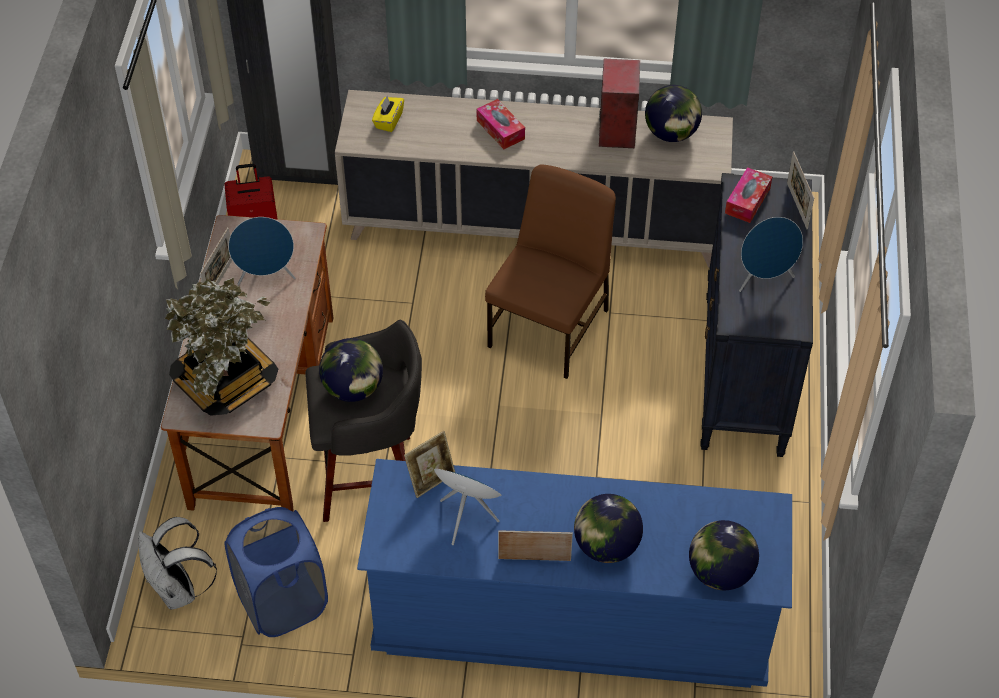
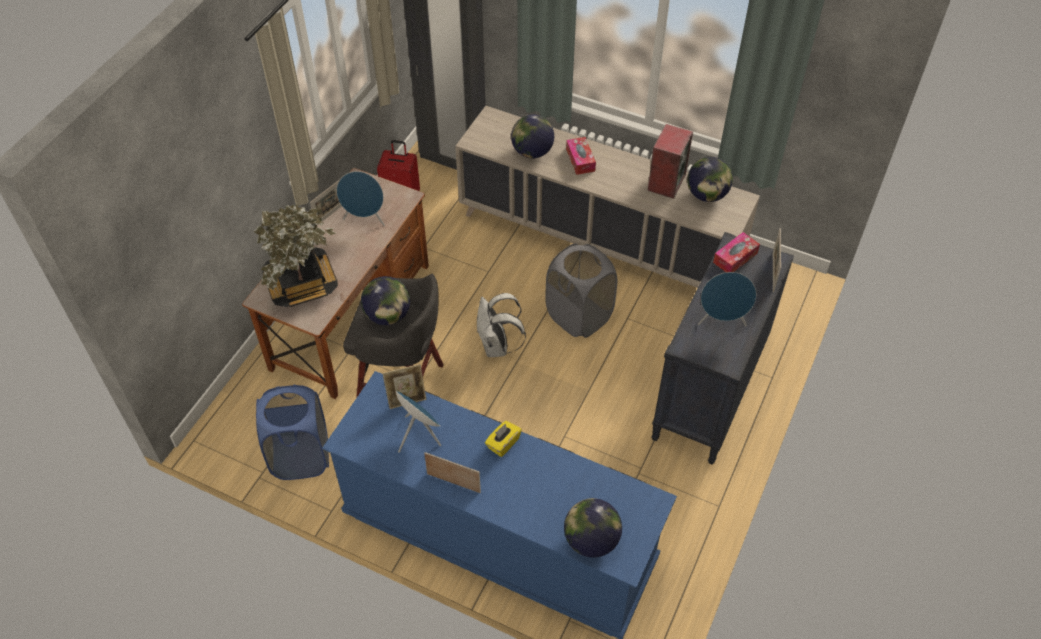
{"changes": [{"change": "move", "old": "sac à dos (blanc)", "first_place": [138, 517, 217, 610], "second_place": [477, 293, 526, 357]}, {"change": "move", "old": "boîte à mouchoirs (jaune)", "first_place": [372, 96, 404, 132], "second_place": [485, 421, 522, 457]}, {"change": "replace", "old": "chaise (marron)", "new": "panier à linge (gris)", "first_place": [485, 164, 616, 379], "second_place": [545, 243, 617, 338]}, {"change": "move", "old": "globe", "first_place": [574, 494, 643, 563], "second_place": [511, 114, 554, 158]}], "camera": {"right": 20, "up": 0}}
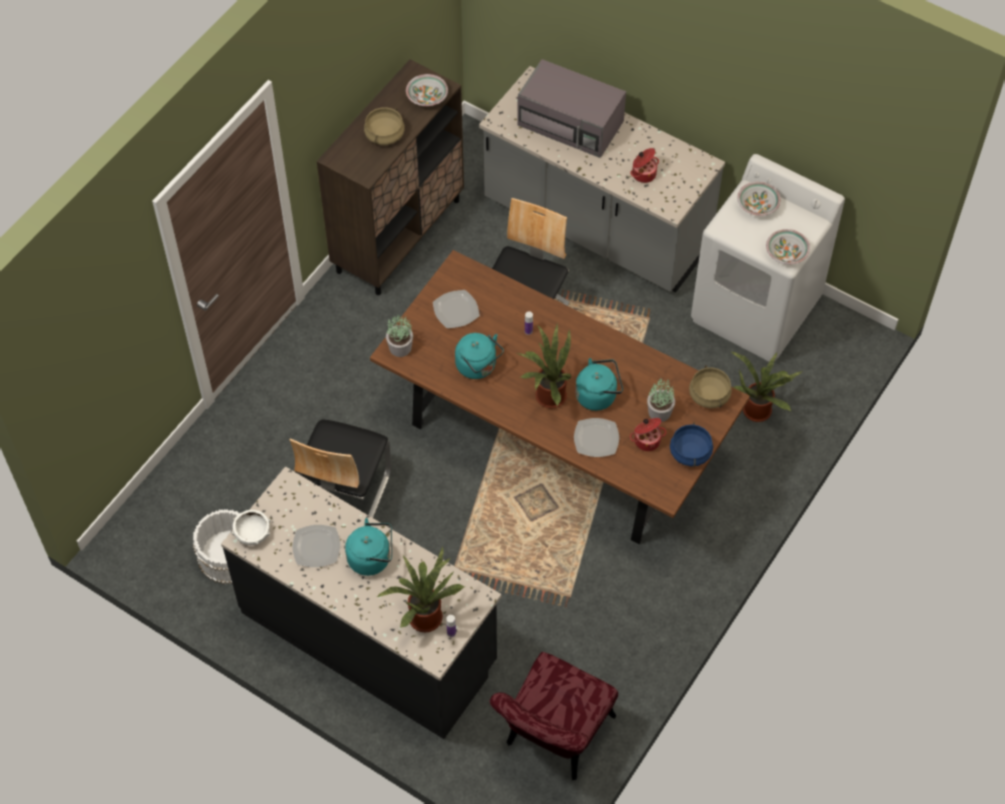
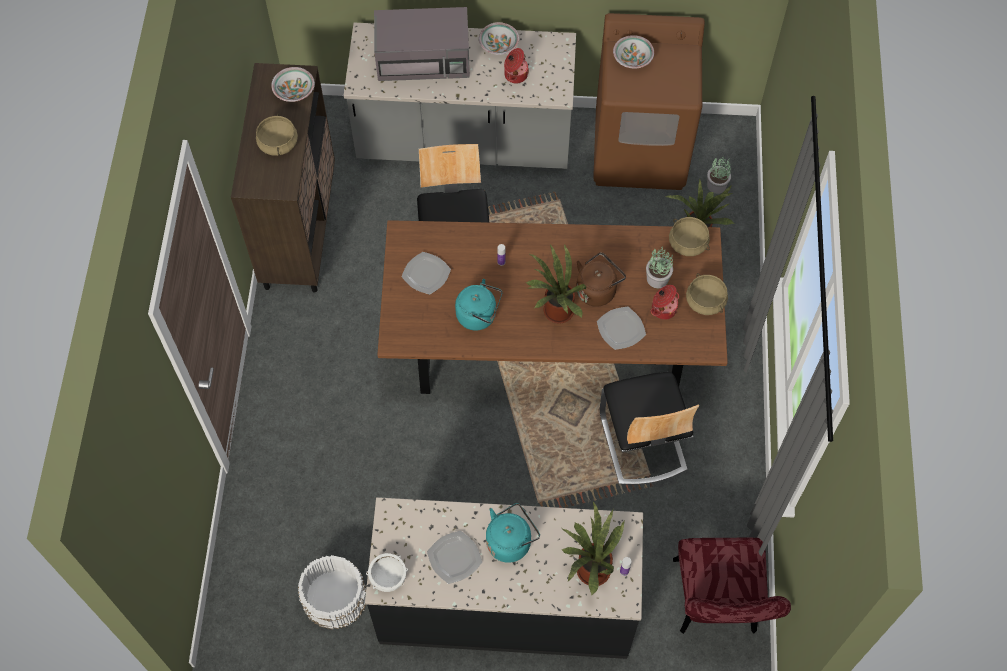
{"changes": [{"change": "move", "old": "chaise", "first_place": [289, 419, 391, 518], "second_place": [600, 372, 699, 485]}, {"change": "move", "old": "plante en pot", "first_place": [386, 314, 413, 357], "second_place": [707, 157, 731, 194]}, {"change": "recolor", "old": "bouilloire (turquoise)", "new": "bouilloire (marron)", "first_place": [575, 358, 623, 411], "second_place": [576, 252, 626, 307]}, {"change": "recolor", "old": "marmite (bleu)", "new": "marmite (beige)", "first_place": [670, 422, 713, 467], "second_place": [686, 273, 728, 315]}, {"change": "recolor", "old": "lave-linge (blanc)", "new": "lave-linge (marron)", "first_place": [691, 154, 845, 362], "second_place": [593, 13, 705, 190]}, {"change": "move", "old": "bol", "first_place": [766, 229, 810, 265], "second_place": [479, 22, 519, 55]}], "camera": {"right": -30, "up": 5}}
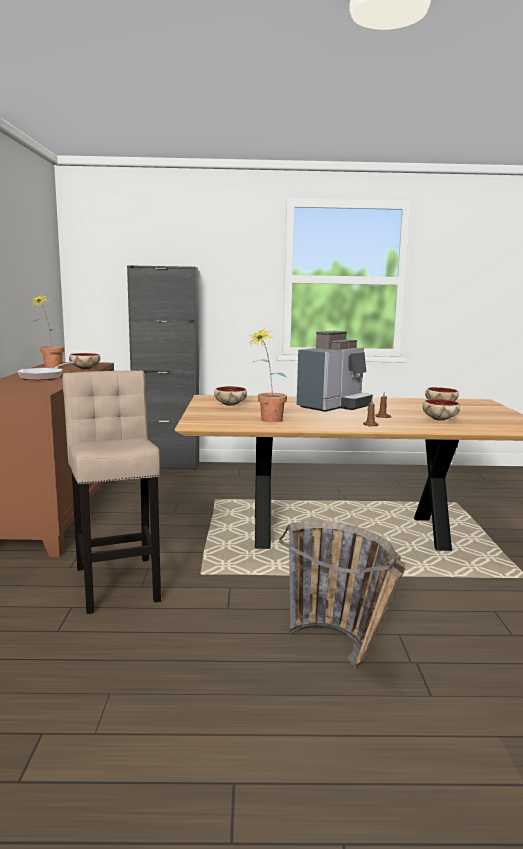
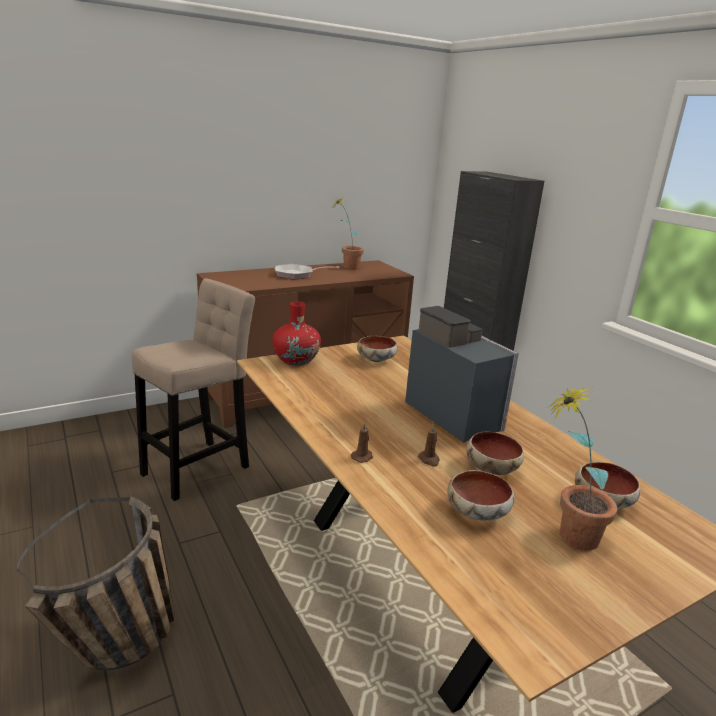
{"changes": [{"change": "move", "old": "bol", "first_place": [69, 353, 100, 369], "second_place": [466, 432, 524, 475]}, {"change": "move", "old": "plante en pot", "first_place": [250, 329, 287, 422], "second_place": [546, 386, 617, 551]}, {"change": "rotate", "old": "machine à café", "first_place": [297, 331, 373, 412], "second_place": [405, 306, 519, 443], "degrees": -135}, {"change": "insert", "new": "vase (rouge)", "second_place": [273, 302, 321, 366]}], "camera": {"right": 60, "up": 10}}
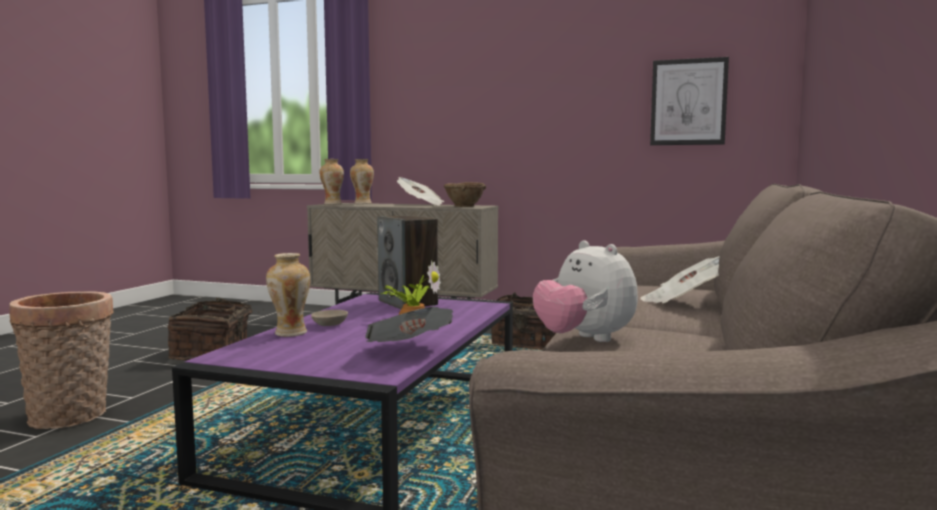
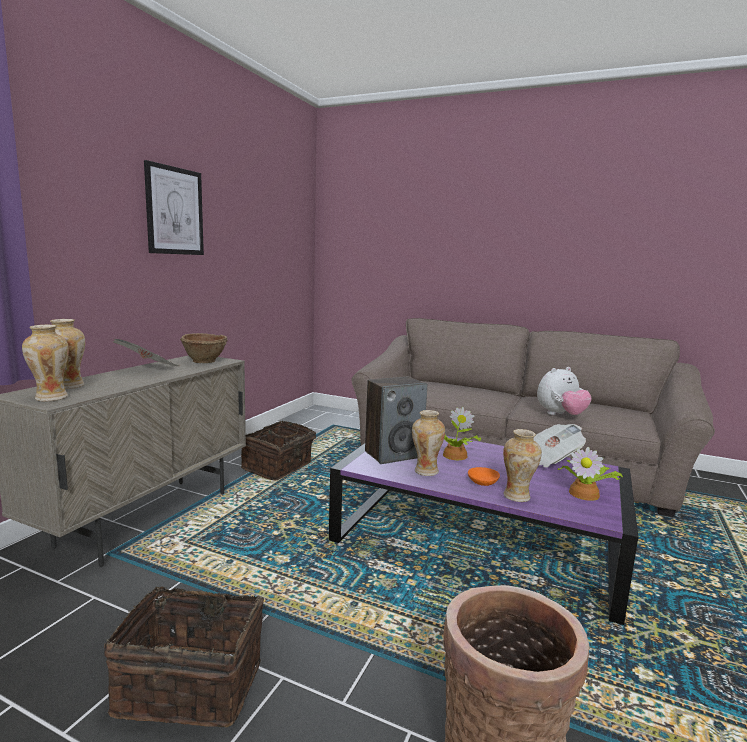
{"changes": [{"change": "recolor", "old": "bol (beige)", "new": "bol (orange)", "first_place": [311, 310, 348, 326], "second_place": [468, 467, 500, 486]}, {"change": "delete", "old": "journal", "first_place": [640, 256, 720, 303]}, {"change": "move", "old": "tableau", "first_place": [650, 57, 729, 145], "second_place": [144, 160, 204, 255]}, {"change": "insert", "new": "vase", "second_place": [412, 410, 445, 476]}, {"change": "insert", "new": "plante en pot", "second_place": [558, 447, 623, 501]}], "camera": {"right": -85, "up": 5}}
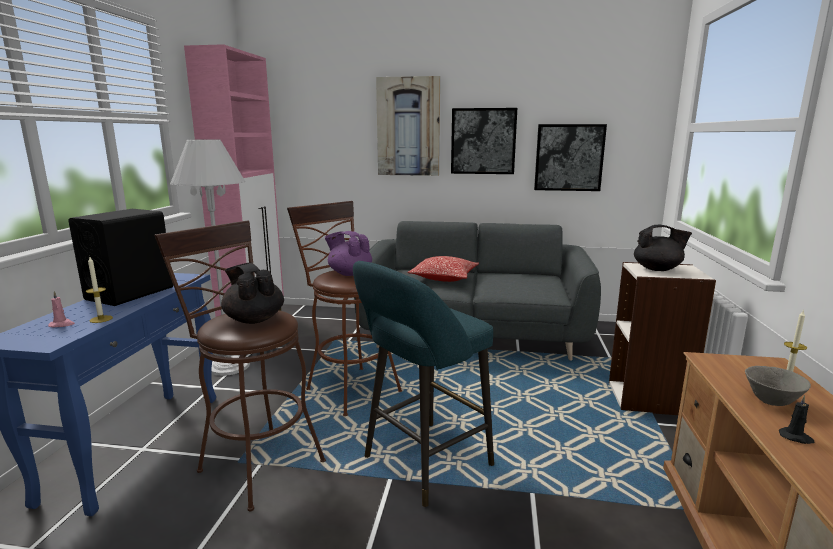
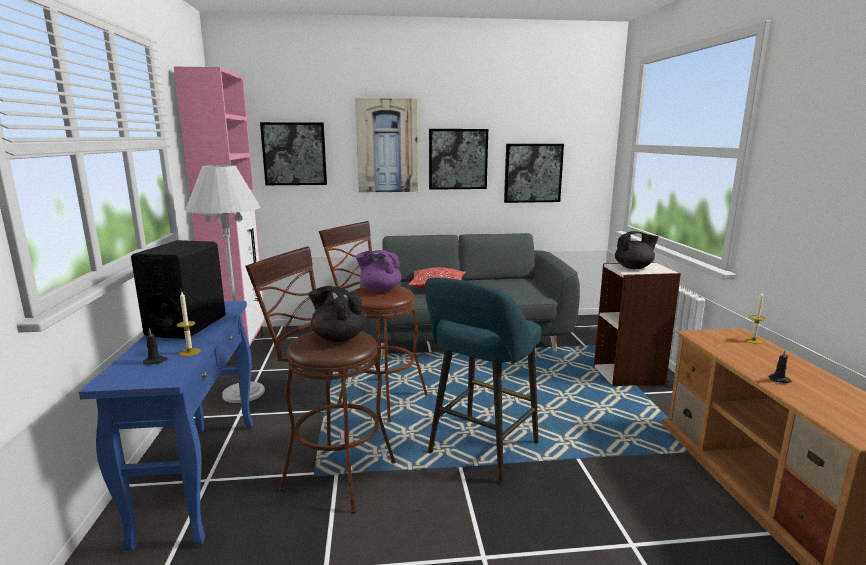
{"changes": [{"change": "recolor", "old": "bougie (rose)", "new": "bougie (noir)", "first_place": [48, 291, 75, 327], "second_place": [143, 328, 168, 365]}, {"change": "delete", "old": "bol (gris)", "first_place": [745, 366, 811, 406]}, {"change": "insert", "new": "tableau", "second_place": [260, 122, 327, 185]}], "camera": {"right": -15, "up": 0}}
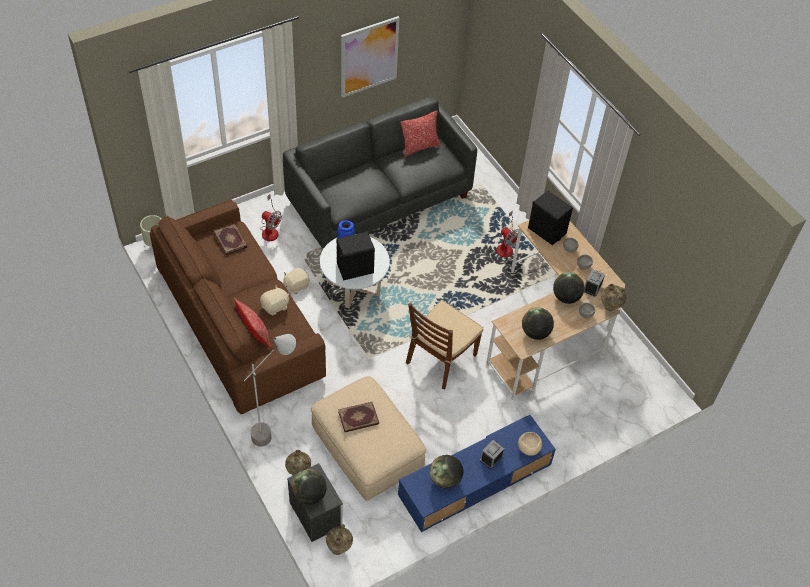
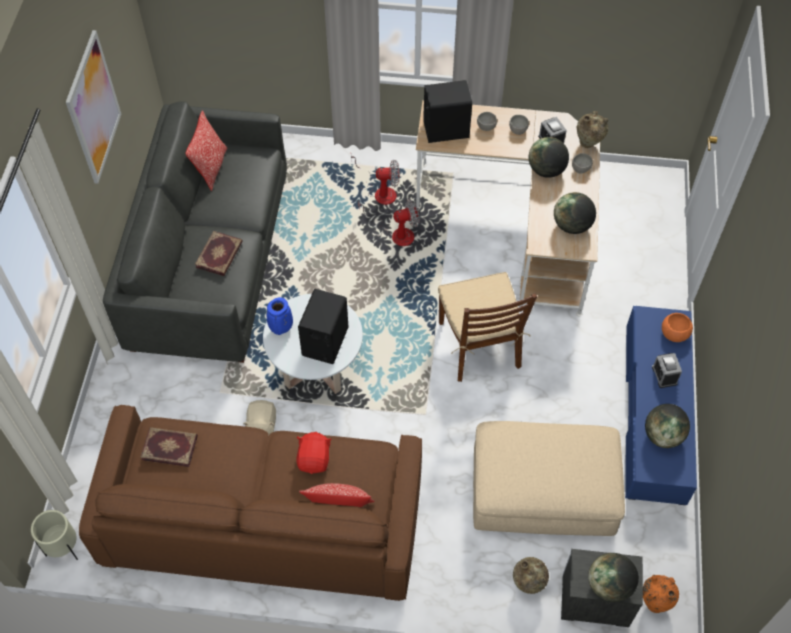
{"changes": [{"change": "delete", "old": "lampadaire (gris)", "first_place": [244, 334, 296, 447]}, {"change": "move", "old": "ventilateur", "first_place": [260, 194, 282, 241], "second_place": [358, 199, 420, 246]}, {"change": "recolor", "old": "peluche (beige)", "new": "peluche (rouge)", "first_place": [260, 286, 289, 315], "second_place": [297, 432, 331, 474]}, {"change": "recolor", "old": "vase (beige)", "new": "vase (orange)", "first_place": [326, 524, 353, 555], "second_place": [643, 575, 679, 613]}, {"change": "move", "old": "livre", "first_place": [338, 402, 379, 432], "second_place": [195, 231, 243, 276]}, {"change": "recolor", "old": "bol (beige)", "new": "bol (orange)", "first_place": [518, 432, 542, 456], "second_place": [662, 313, 693, 342]}], "camera": {"right": -50, "up": 5}}
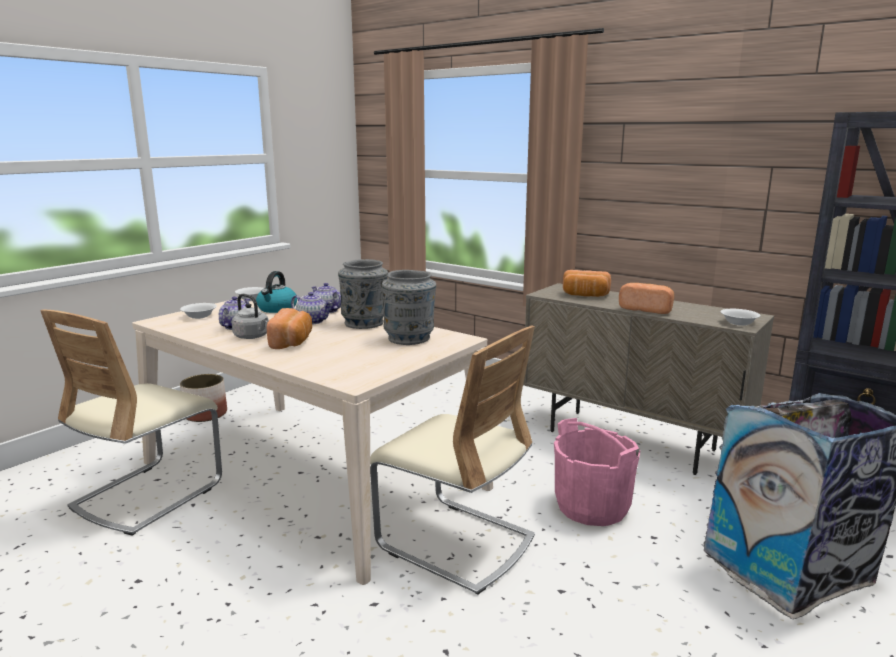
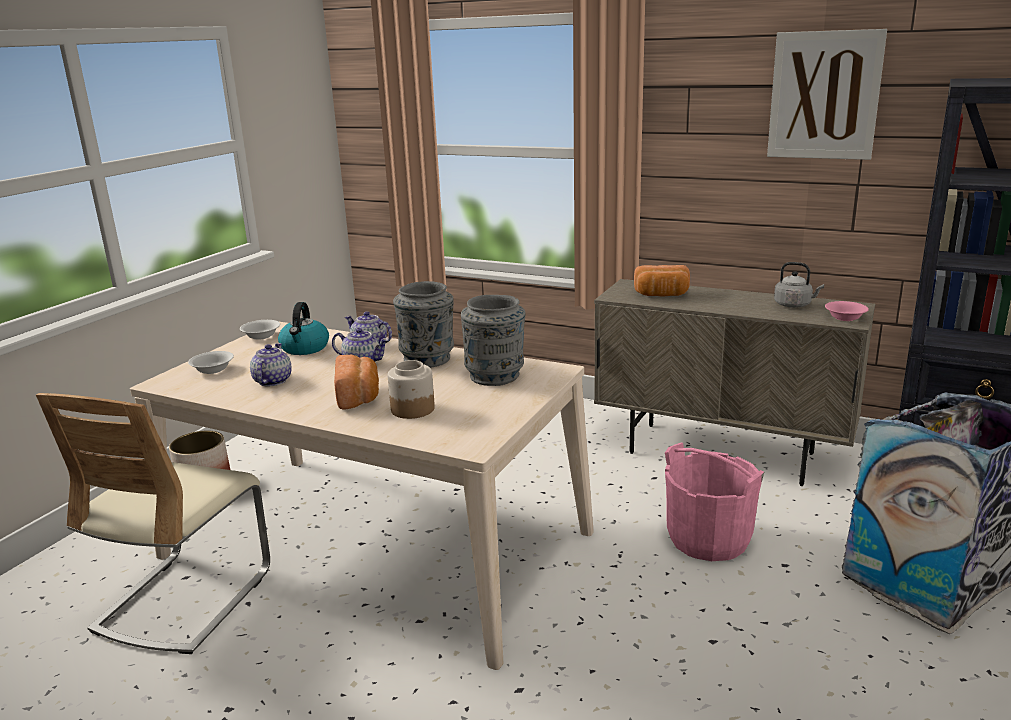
{"changes": [{"change": "move", "old": "bouilloire (gris)", "first_place": [232, 294, 269, 339], "second_place": [774, 262, 824, 308]}, {"change": "delete", "old": "chaise (beige)", "first_place": [370, 326, 535, 595]}, {"change": "delete", "old": "pain", "first_place": [619, 283, 674, 314]}, {"change": "recolor", "old": "bol (blanc)", "new": "bol (rose)", "first_place": [720, 309, 760, 326], "second_place": [825, 301, 869, 321]}, {"change": "insert", "new": "bocal", "second_place": [388, 360, 435, 419]}, {"change": "insert", "new": "tableau", "second_place": [767, 29, 887, 160]}], "camera": {"right": -10, "up": 5}}
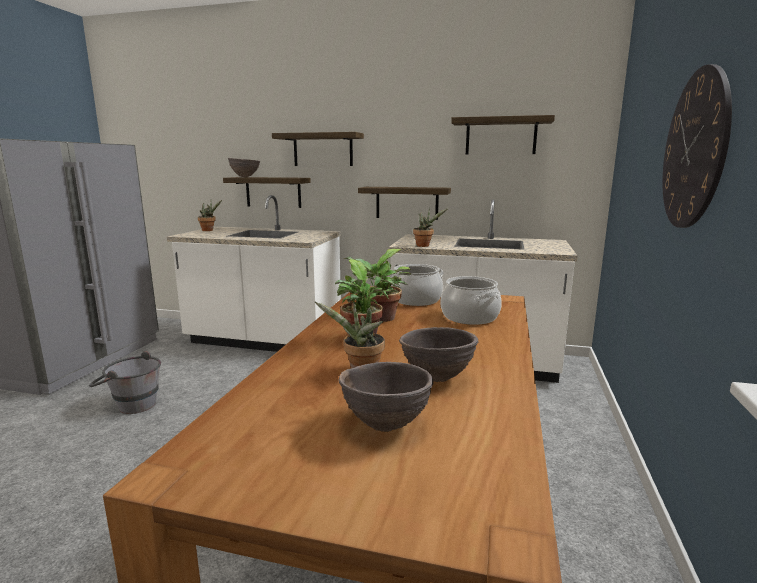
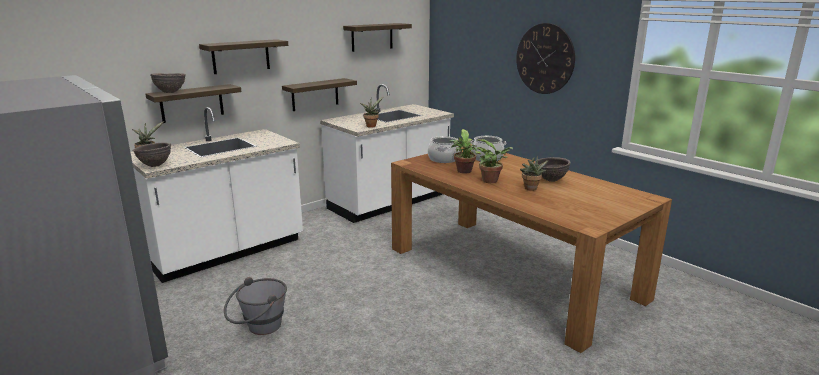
{"changes": [{"change": "move", "old": "bol (marron)", "first_place": [339, 362, 433, 432], "second_place": [132, 143, 171, 167]}], "camera": {"right": -55, "up": 5}}
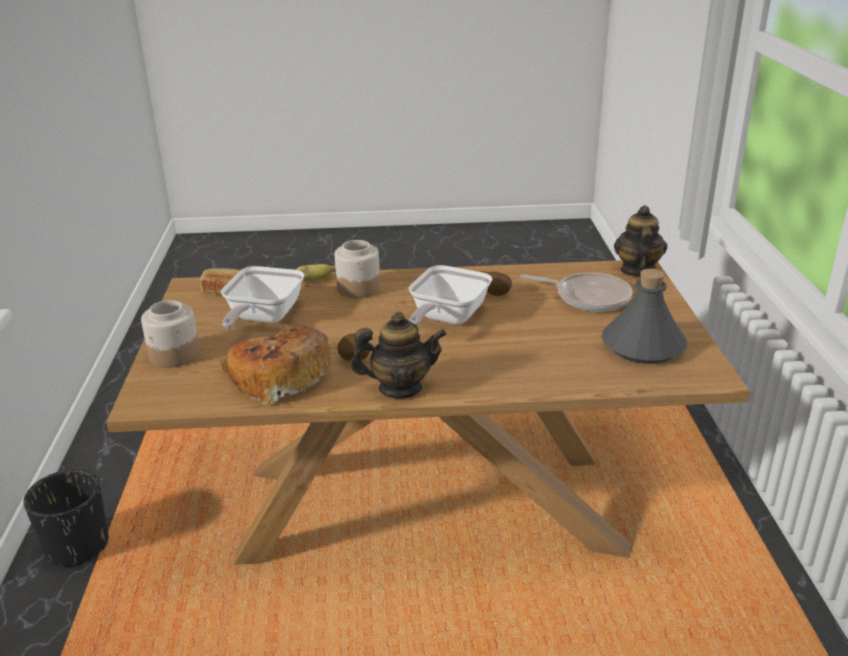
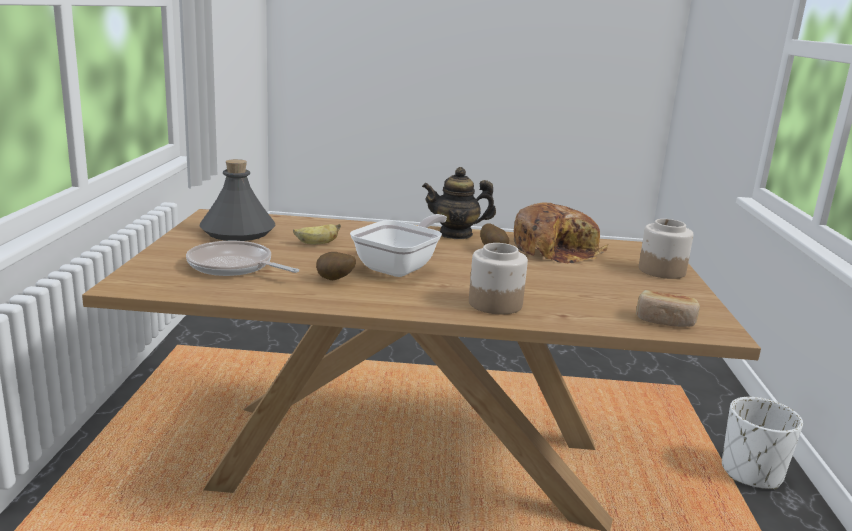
{"changes": [{"change": "recolor", "old": "cache-pot (noir)", "new": "cache-pot (blanc)", "first_place": [23, 469, 109, 567], "second_place": [722, 397, 803, 489]}, {"change": "delete", "old": "poêle", "first_place": [221, 266, 304, 330]}, {"change": "move", "old": "banane", "first_place": [293, 264, 336, 282], "second_place": [293, 224, 341, 245]}, {"change": "delete", "old": "théière", "first_place": [614, 205, 667, 277]}], "camera": {"right": -175, "up": -10}}
